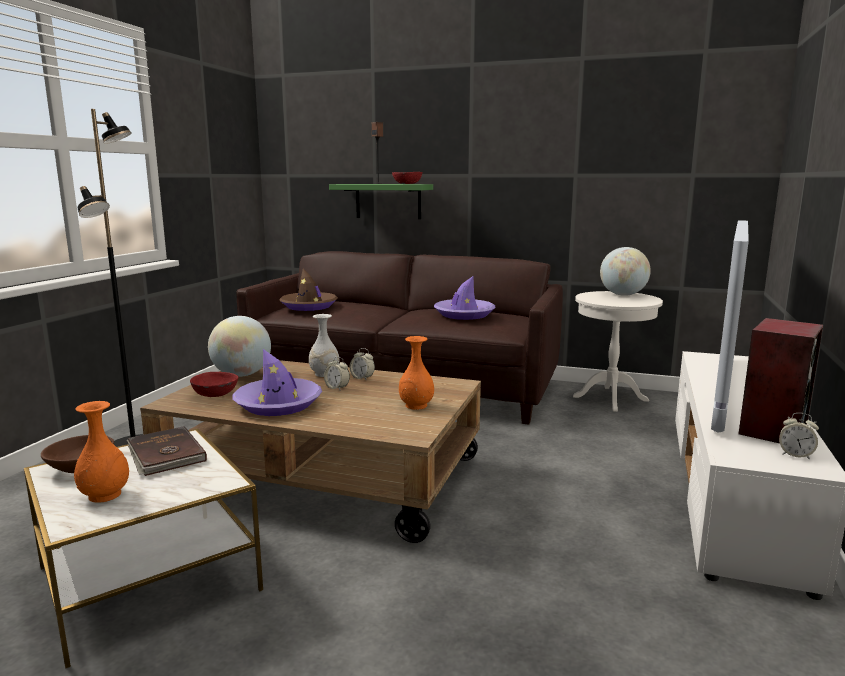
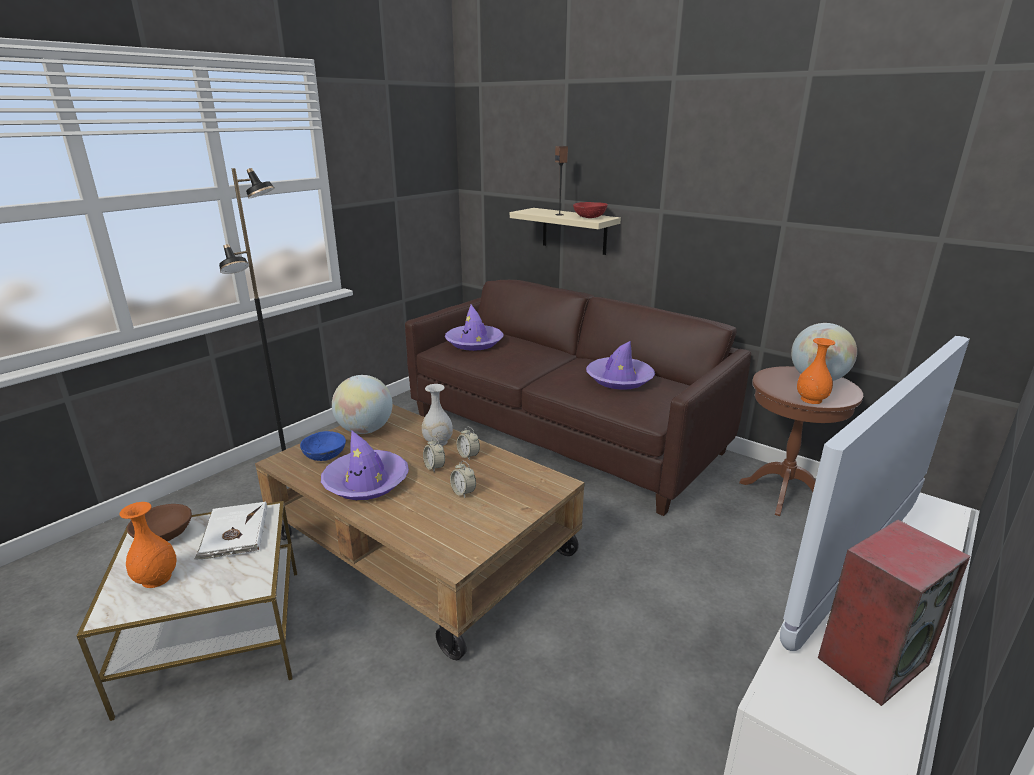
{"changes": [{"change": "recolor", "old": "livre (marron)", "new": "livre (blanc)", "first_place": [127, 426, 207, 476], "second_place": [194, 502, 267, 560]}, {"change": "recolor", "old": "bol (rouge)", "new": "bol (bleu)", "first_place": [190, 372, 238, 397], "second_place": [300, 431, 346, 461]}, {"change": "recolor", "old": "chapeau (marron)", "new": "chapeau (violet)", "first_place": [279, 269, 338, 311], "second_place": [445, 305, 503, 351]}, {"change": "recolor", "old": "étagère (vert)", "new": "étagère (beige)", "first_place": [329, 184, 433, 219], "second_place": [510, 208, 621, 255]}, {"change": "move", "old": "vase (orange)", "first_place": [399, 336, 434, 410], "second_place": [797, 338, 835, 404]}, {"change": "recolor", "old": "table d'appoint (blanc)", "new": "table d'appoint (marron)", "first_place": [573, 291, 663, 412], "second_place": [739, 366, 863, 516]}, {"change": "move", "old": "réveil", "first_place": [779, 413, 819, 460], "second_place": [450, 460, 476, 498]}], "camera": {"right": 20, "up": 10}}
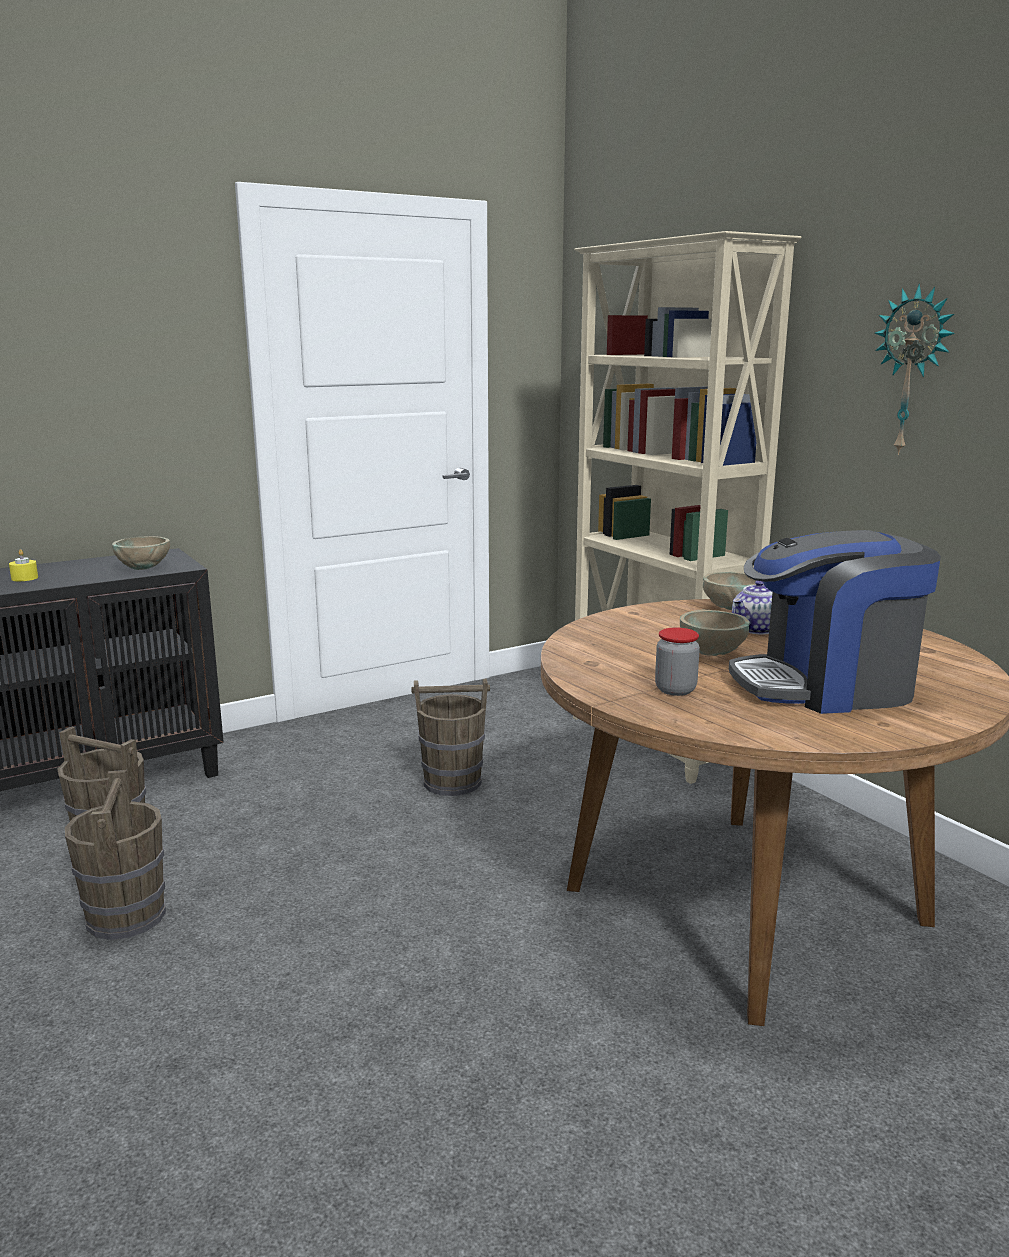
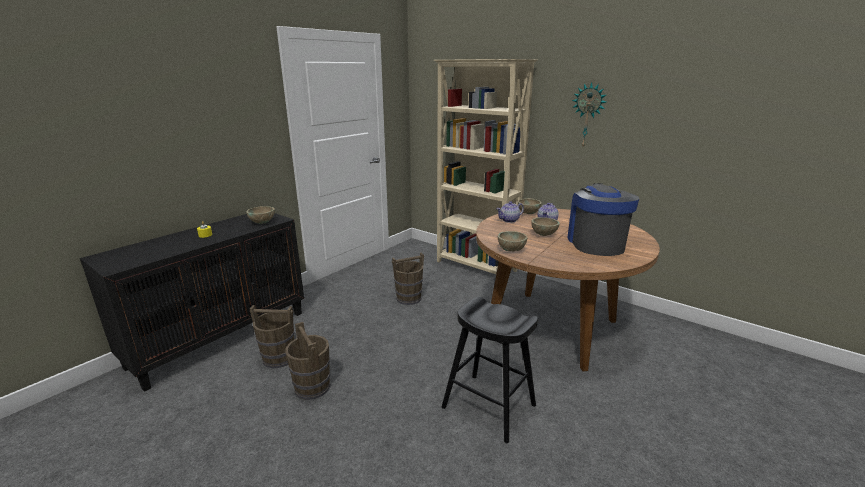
{"changes": [{"change": "delete", "old": "bocal", "first_place": [655, 628, 700, 696]}, {"change": "rotate", "old": "machine à café", "first_place": [729, 530, 941, 714], "second_place": [567, 183, 639, 256], "degrees": 120}, {"change": "insert", "new": "tabouret (noir)", "second_place": [442, 297, 538, 443]}, {"change": "insert", "new": "théière", "second_place": [496, 201, 524, 223]}, {"change": "insert", "new": "bol (beige)", "second_place": [498, 231, 528, 251]}], "camera": {"right": -20, "up": 5}}
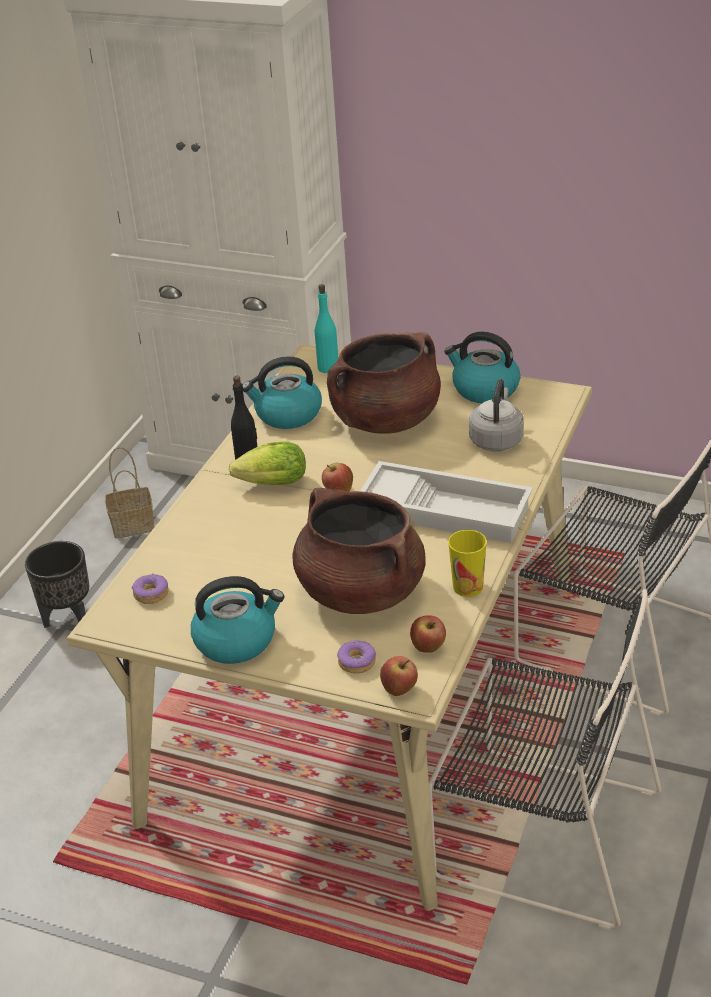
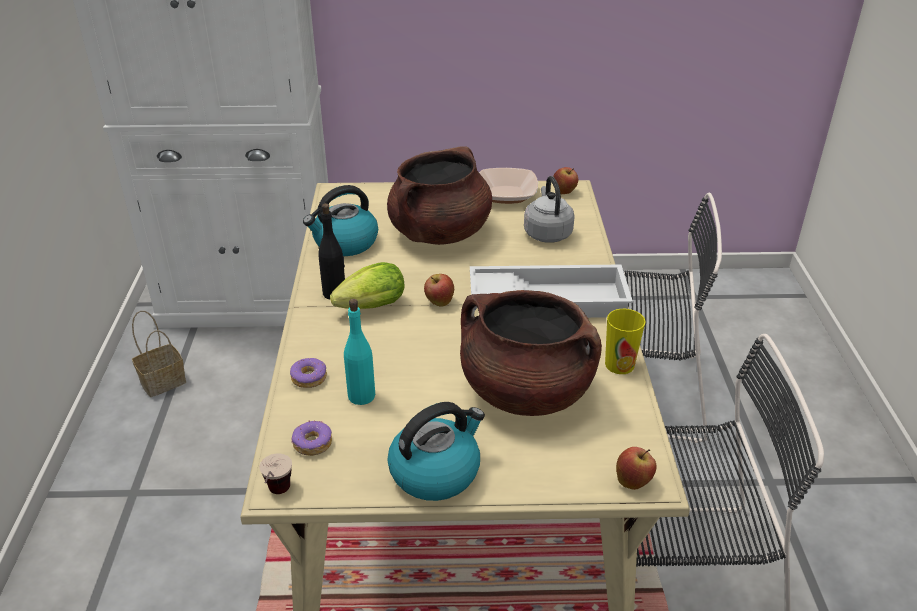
{"changes": [{"change": "delete", "old": "cache-pot (noir)", "first_place": [25, 541, 89, 628]}, {"change": "move", "old": "bouteille (turquoise)", "first_place": [315, 284, 338, 373], "second_place": [344, 299, 375, 405]}, {"change": "move", "old": "beignet", "first_place": [337, 641, 376, 673], "second_place": [290, 358, 327, 388]}, {"change": "move", "old": "pomme", "first_place": [410, 615, 446, 653], "second_place": [553, 167, 578, 194]}, {"change": "replace", "old": "bouilloire", "new": "bol", "first_place": [444, 332, 520, 403], "second_place": [479, 168, 538, 204]}, {"change": "insert", "new": "tasse", "second_place": [259, 453, 292, 494]}], "camera": {"right": -25, "up": 0}}
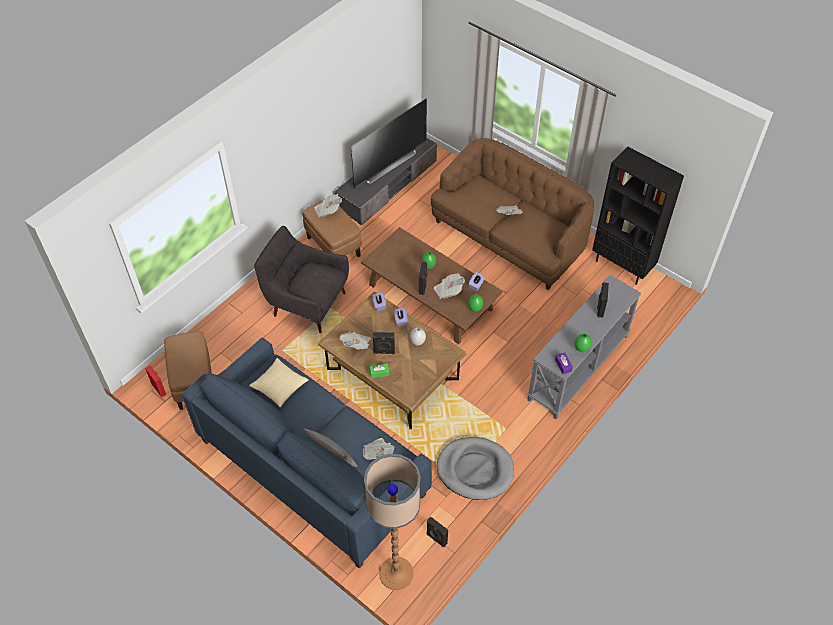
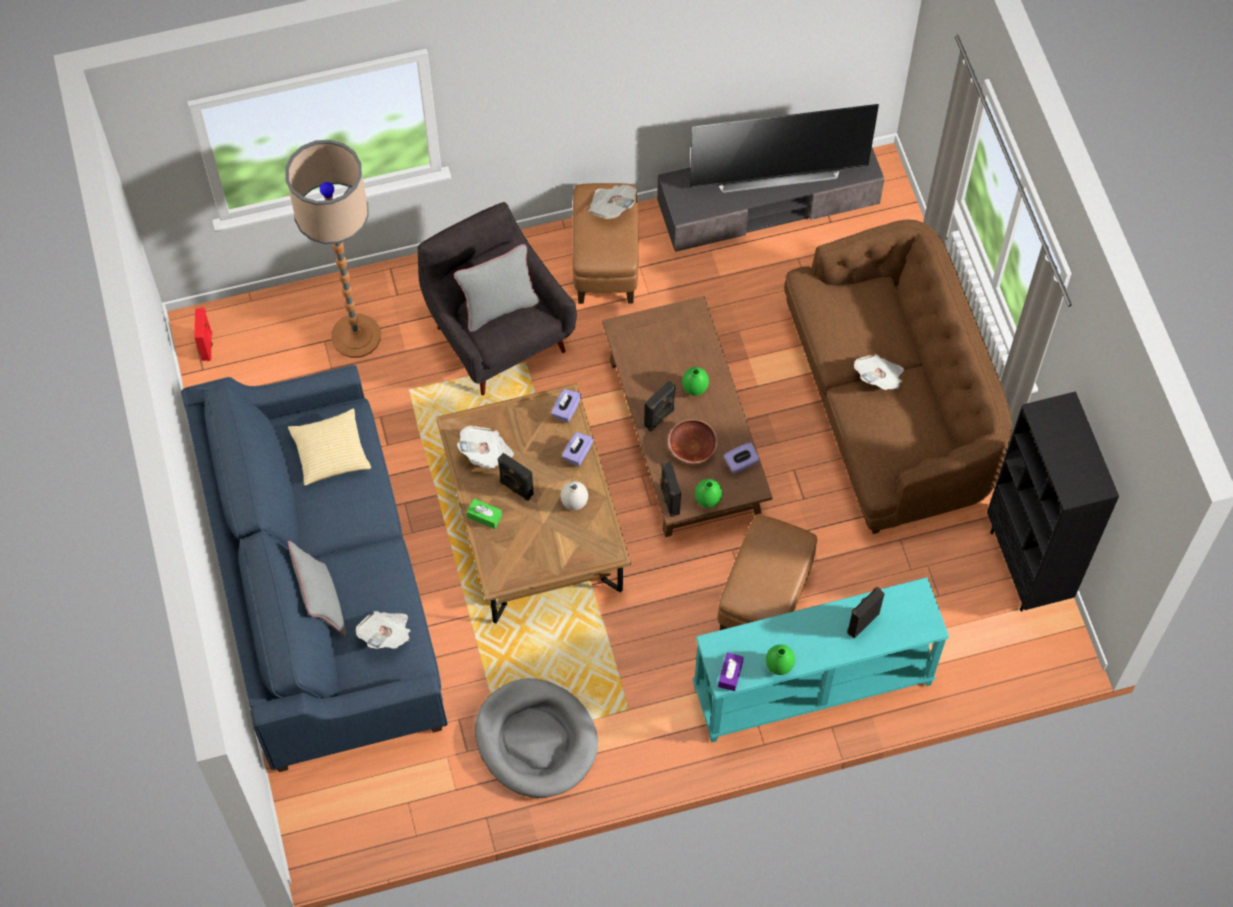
{"changes": [{"change": "move", "old": "pouf (marron)", "first_place": [164, 331, 212, 410], "second_place": [718, 515, 817, 630]}, {"change": "move", "old": "lampadaire", "first_place": [364, 454, 421, 590], "second_place": [285, 140, 381, 358]}, {"change": "move", "old": "enceinte (noir)", "first_place": [426, 516, 448, 547], "second_place": [661, 462, 681, 517]}, {"change": "replace", "old": "journal", "new": "bol (marron)", "first_place": [434, 273, 465, 299], "second_place": [668, 419, 718, 464]}, {"change": "recolor", "old": "table console (gris)", "new": "table console (turquoise)", "first_place": [527, 275, 641, 419], "second_place": [693, 577, 949, 743]}, {"change": "insert", "new": "coussin (gris)", "second_place": [454, 244, 539, 332]}], "camera": {"right": 35, "up": 10}}
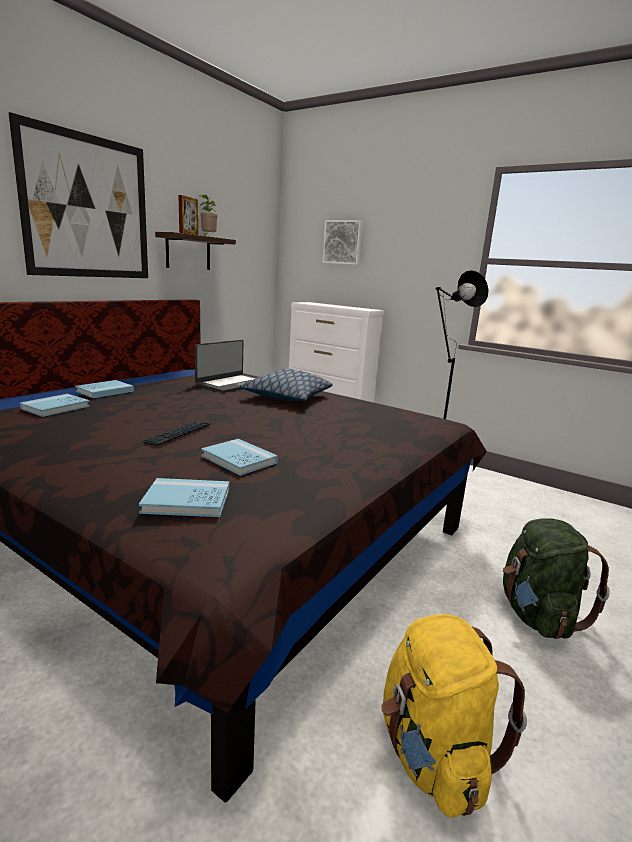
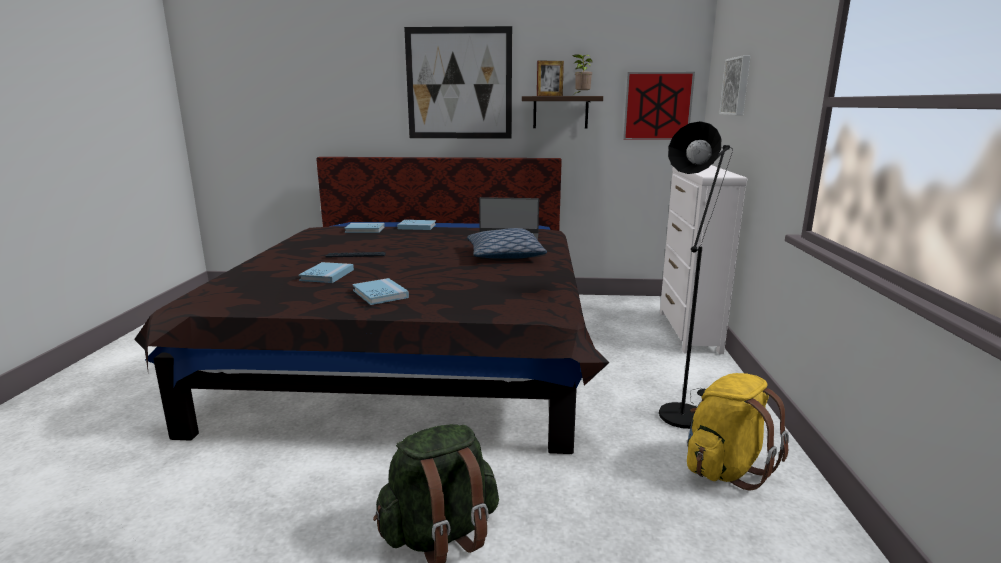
{"changes": [{"change": "move", "old": "livre (bleu)", "first_place": [139, 478, 229, 517], "second_place": [353, 278, 409, 305]}, {"change": "move", "old": "sac à dos (jaune)", "first_place": [382, 614, 527, 818], "second_place": [687, 373, 789, 490]}, {"change": "insert", "new": "tableau", "second_place": [623, 72, 695, 140]}], "camera": {"right": 60, "up": 0}}
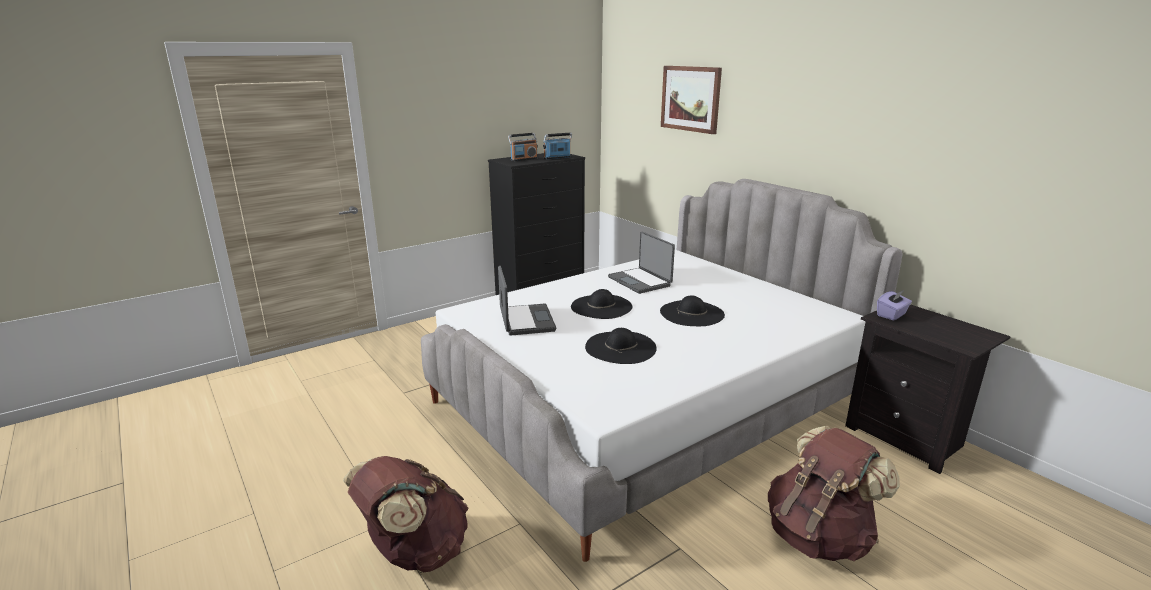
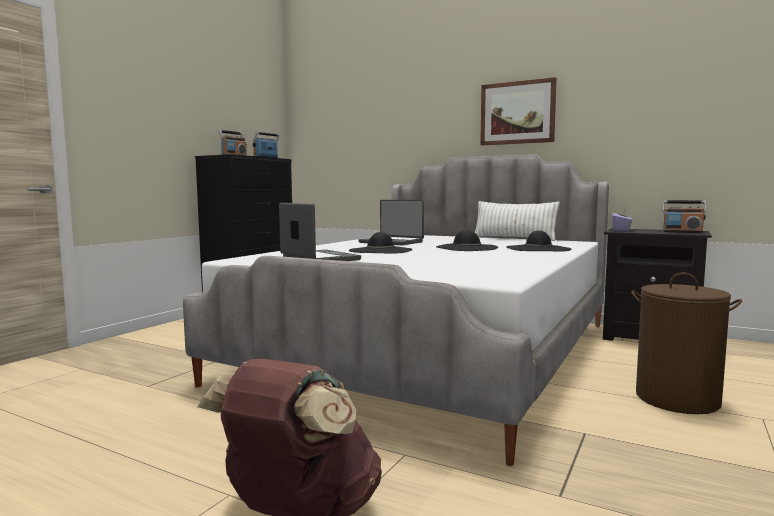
{"changes": [{"change": "move", "old": "chapeau (noir)", "first_place": [585, 328, 657, 364], "second_place": [506, 231, 572, 251]}, {"change": "move", "old": "tableau", "first_place": [661, 66, 722, 134], "second_place": [480, 77, 557, 146]}, {"change": "replace", "old": "sac à dos (marron)", "new": "panier à linge (marron)", "first_place": [768, 426, 900, 561], "second_place": [631, 272, 742, 414]}, {"change": "insert", "new": "coussin (blanc)", "second_place": [475, 201, 560, 241]}, {"change": "insert", "new": "radio", "second_place": [662, 200, 706, 233]}], "camera": {"right": -25, "up": -15}}
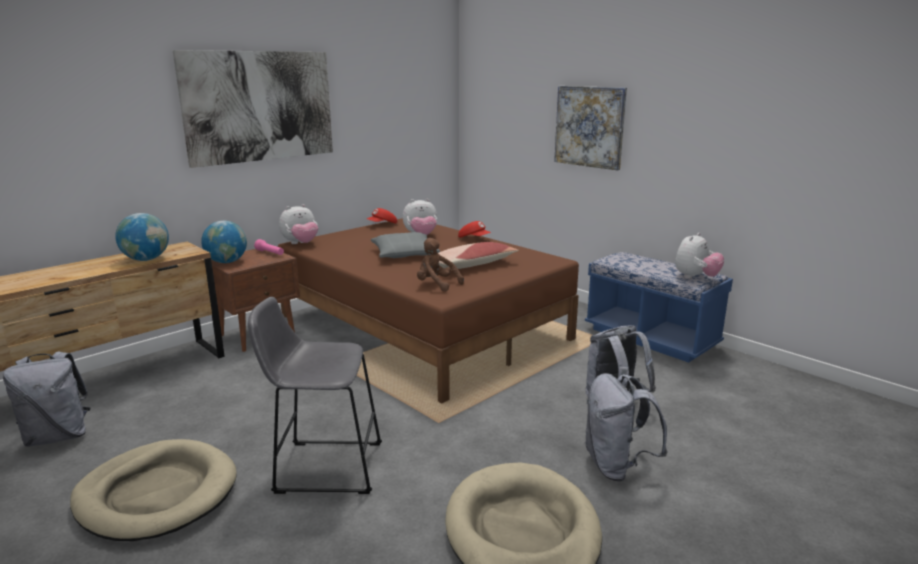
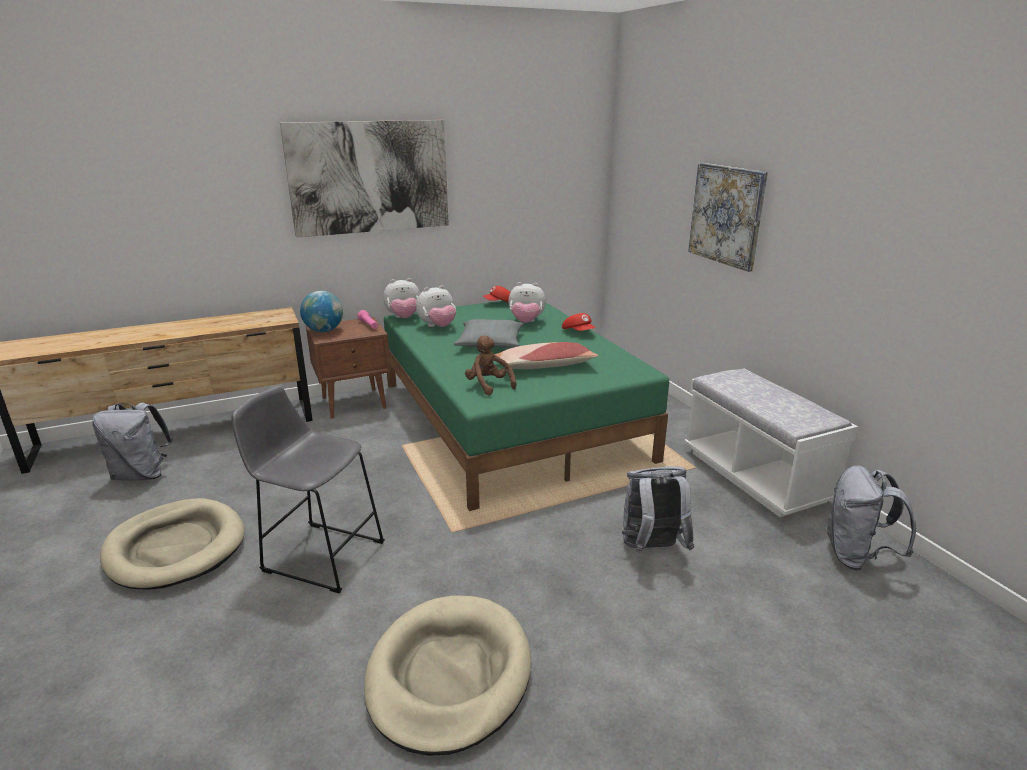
{"changes": [{"change": "delete", "old": "globe", "first_place": [115, 213, 169, 261]}, {"change": "recolor", "old": "lit (marron)", "new": "lit (vert)", "first_place": [278, 218, 579, 403], "second_place": [384, 301, 669, 511]}, {"change": "move", "old": "sac à dos (gris)", "first_place": [584, 373, 667, 482], "second_place": [826, 465, 916, 571]}, {"change": "recolor", "old": "banc (bleu)", "new": "banc (blanc)", "first_place": [585, 252, 733, 363], "second_place": [684, 369, 858, 517]}, {"change": "move", "old": "peluche", "first_place": [675, 233, 724, 279], "second_place": [416, 285, 456, 327]}], "camera": {"right": 20, "up": 5}}
